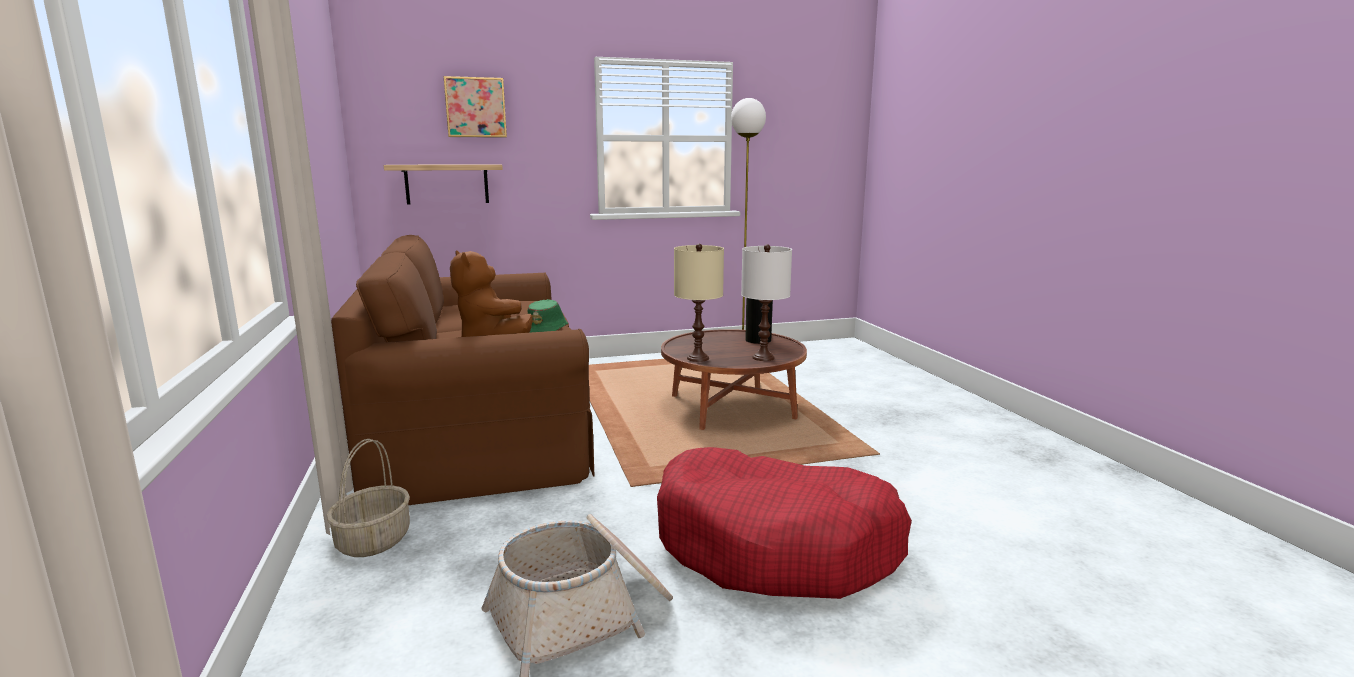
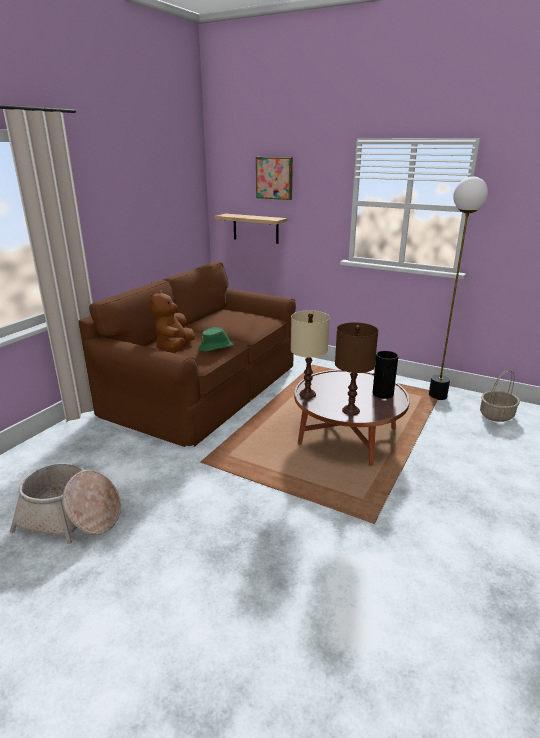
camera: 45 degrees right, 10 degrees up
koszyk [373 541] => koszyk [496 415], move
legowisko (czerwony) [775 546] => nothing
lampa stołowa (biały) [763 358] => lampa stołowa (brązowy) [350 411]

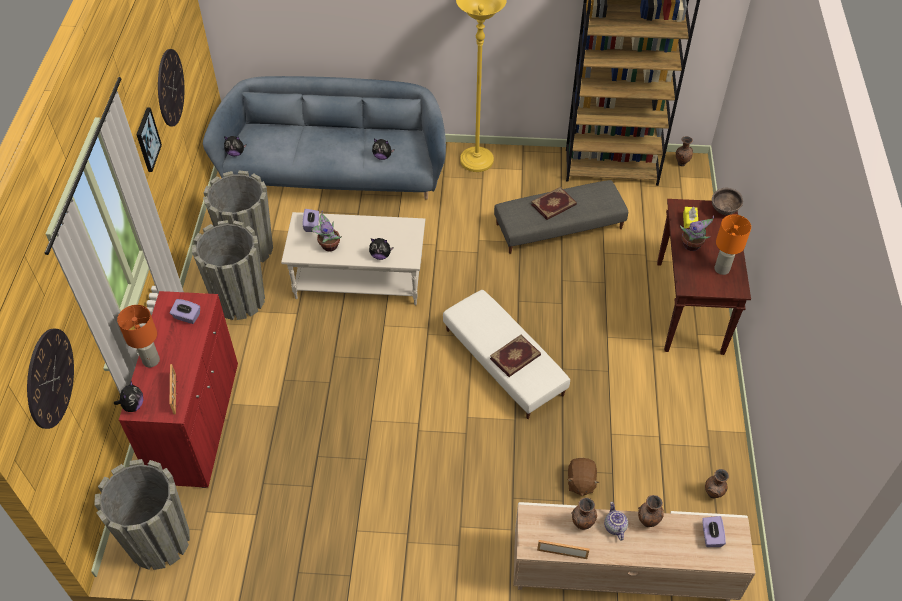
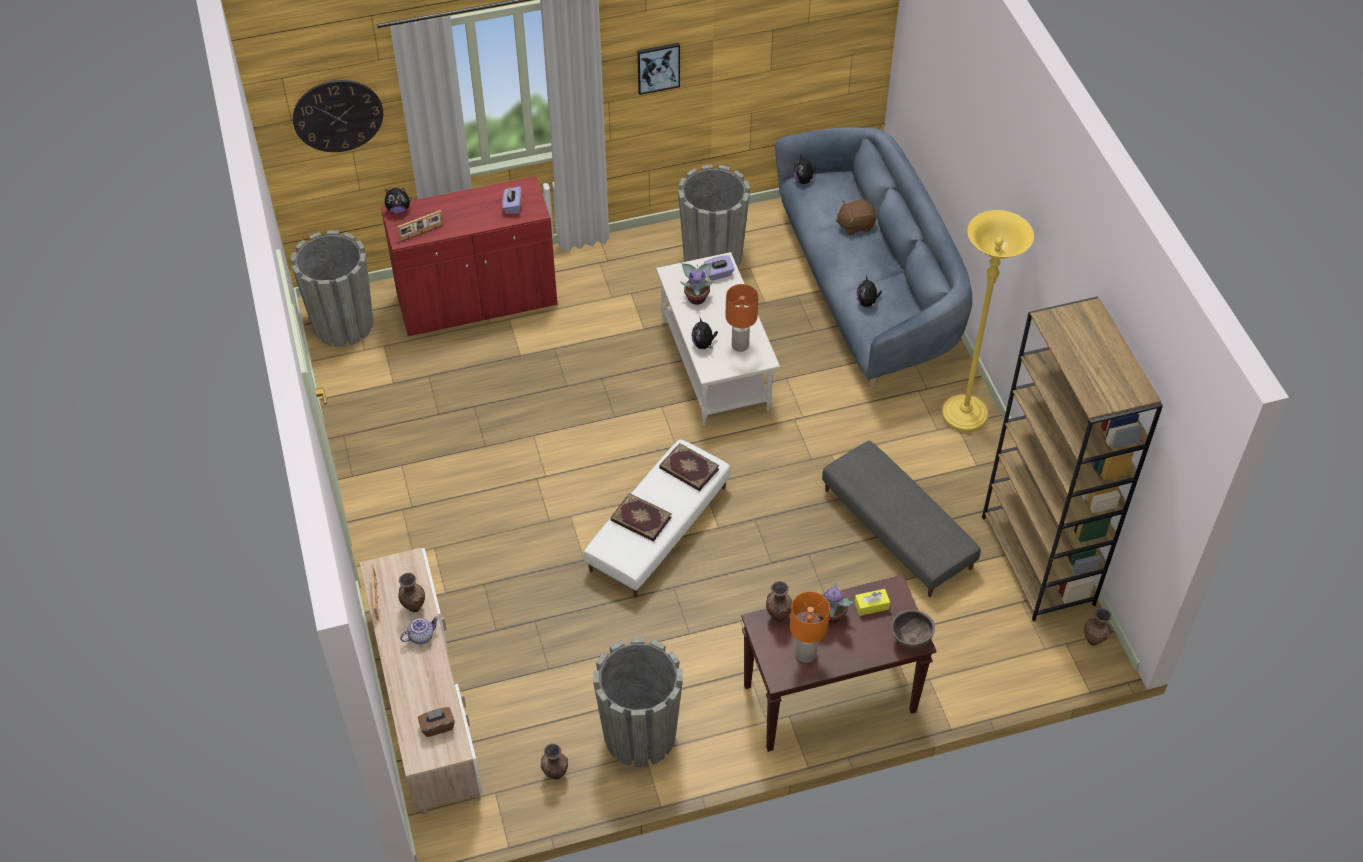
camera: 70 degrees right, 0 degrees up
lampa stołowa (pomarańczowy) [151 361] => lampa stołowa (pomarańczowy) [740 346], move
zegar ścienny [170 87] => nothing
donica (szary) [239 299] => donica (szary) [640 735], move
książka [554 205] => książka [688 469], move
pluszak (brązowy) [580 482] => pluszak (brązowy) [855 225], move
wazon (brązowy) [647 523] => wazon (brązowy) [777 616], move
pudełko chusteczek (fioletowy) [711 536] => pudełko chusteczek (brązowy) [437 726]

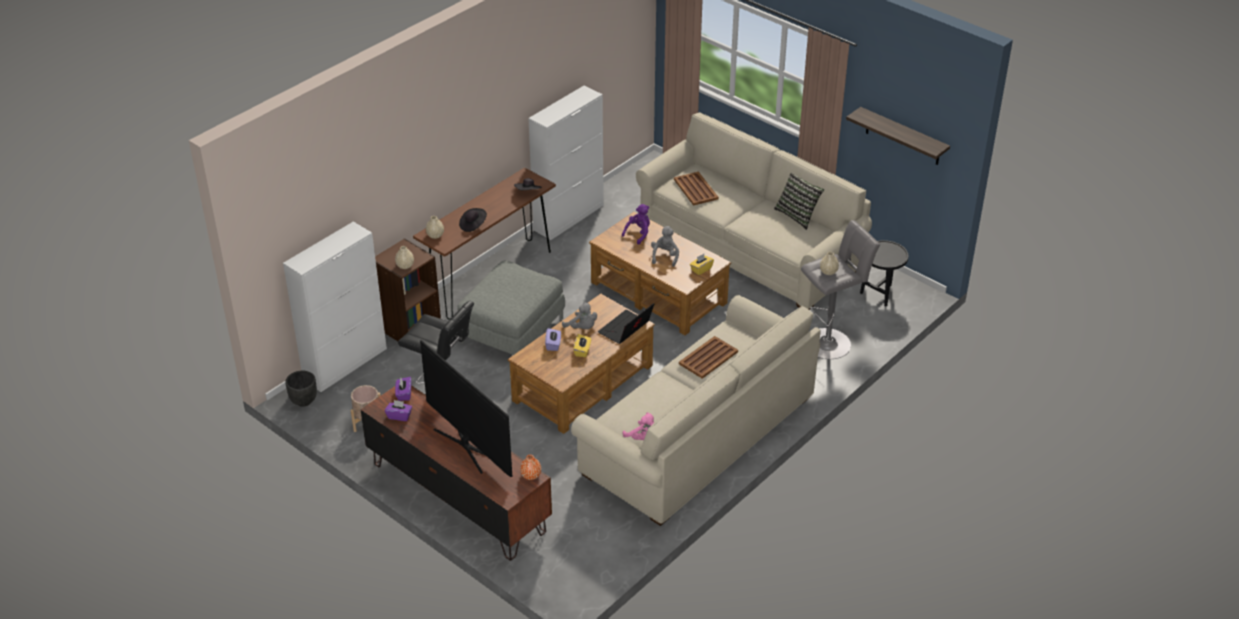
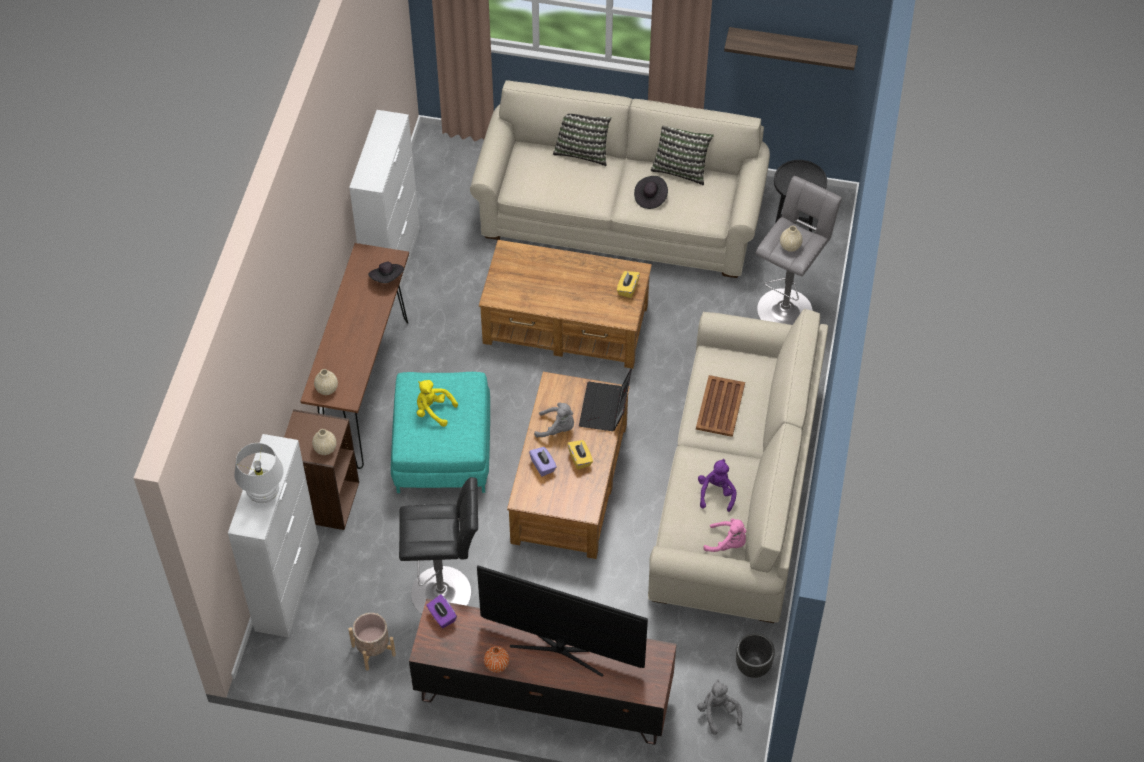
camera: 30 degrees left, 15 degrees up
donica (czarny) [304 401] => donica (czarny) [753 667], move
pudełko chusteczek (fioletowy) [399 416] => nothing
pufa (szary) [512 330] => pufa (turkusowy) [441 449]
kapelusz (czarny) [473 225] => kapelusz (czarny) [650 197], move
wazon (pomarańczowy) [531 475] => wazon (pomarańczowy) [497 665], move
pluszak (fioletowy) [638 233] => pluszak (fioletowy) [716 493], move
pluszak (szary) [665 256] => pluszak (szary) [718 713], move
taca (brązowy) [696 189] => nothing
nothing => lampa stołowa (biały) [264 494]
nothing => pluszak (żółty) [433 410]
nothing => poduszka [583 151]

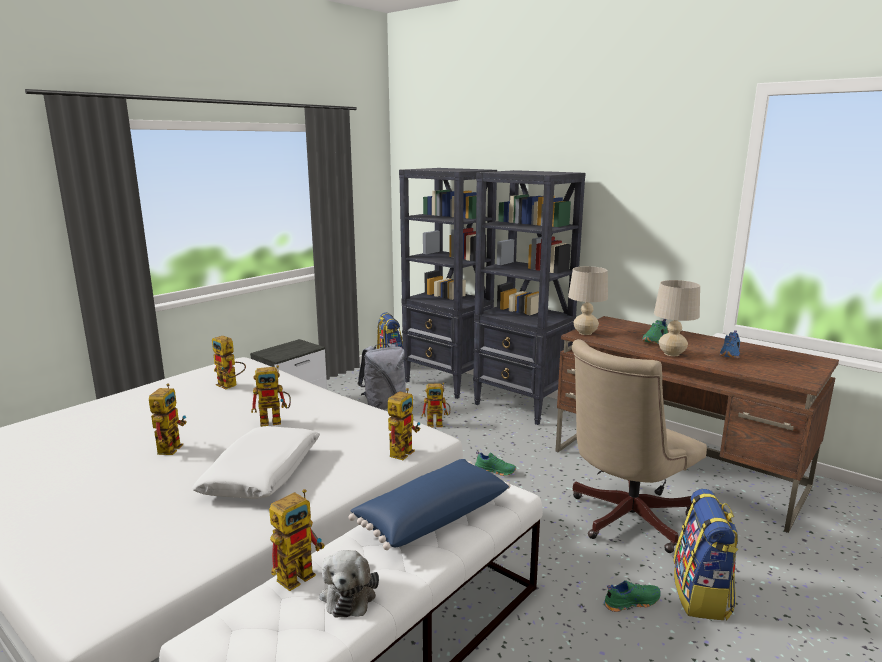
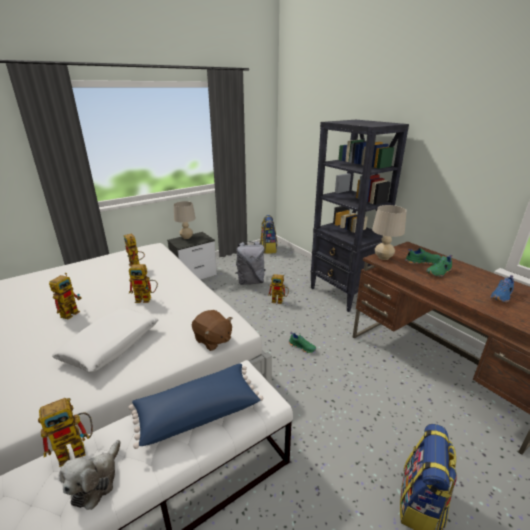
camera: 15 degrees right, 10 degrees up
robot zabawkowy [403 450] => pluszak (brązowy) [213 340]
regał (czarny) [448 382] => nothing
krzesło biurowe (beżowy) [624 519] => nothing
but (zielony) [630 602] => but (zielony) [421 261], move
lampa stołowa (beżowy) [672 354] => lampa stołowa (beżowy) [186 237], move

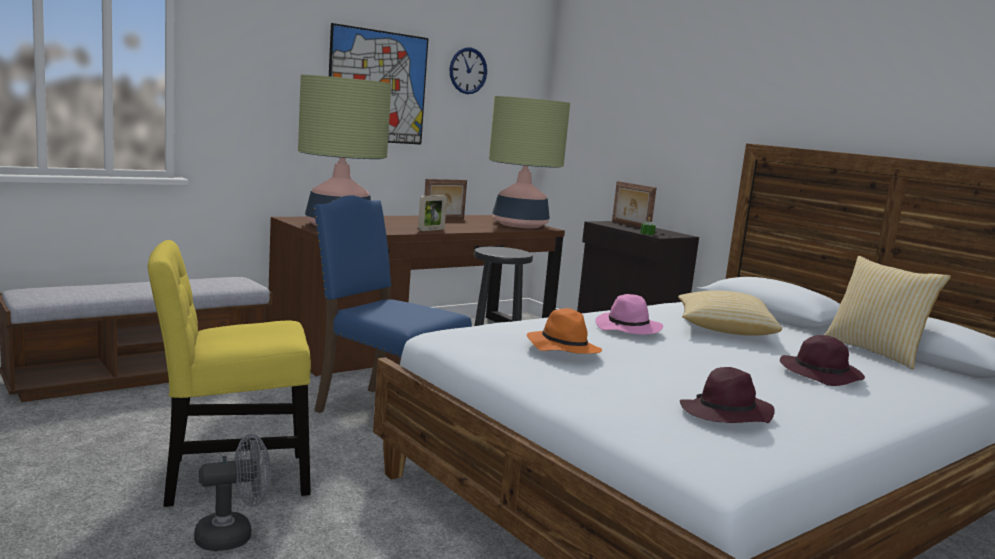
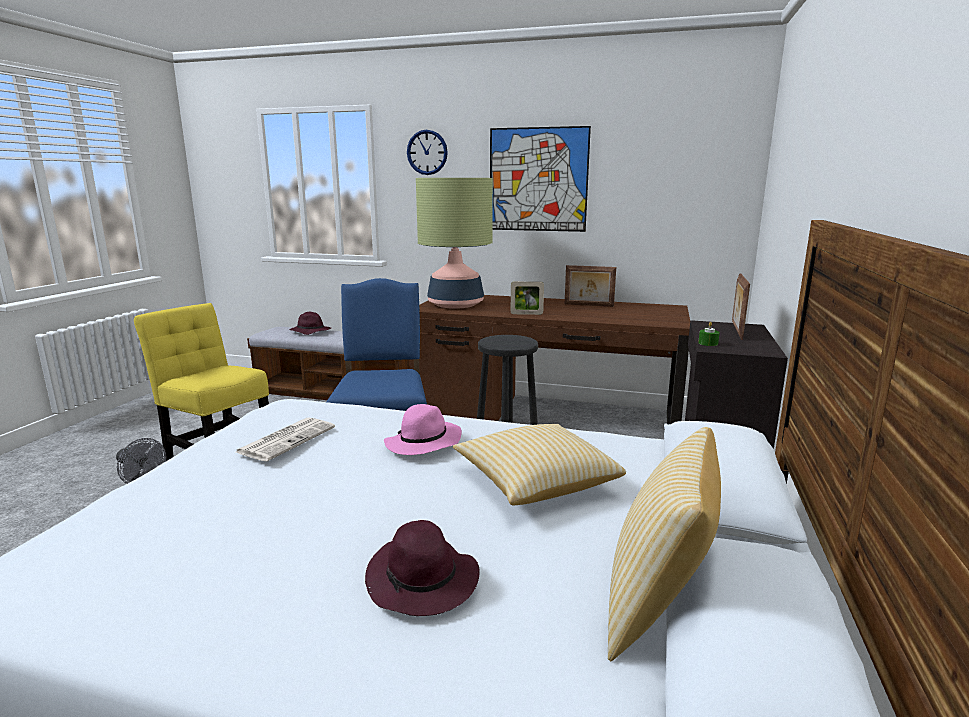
camera: 55 degrees right, 5 degrees up
zegar ścienny [468 70] => zegar ścienny [427 152], move
lampa stołowa [519 225] => nothing
kapelusz (pomarańczowy) [562 348] => gazeta [287 439]
kapelusz (fioletowy) [725 415] => kapelusz (fioletowy) [310 332], move

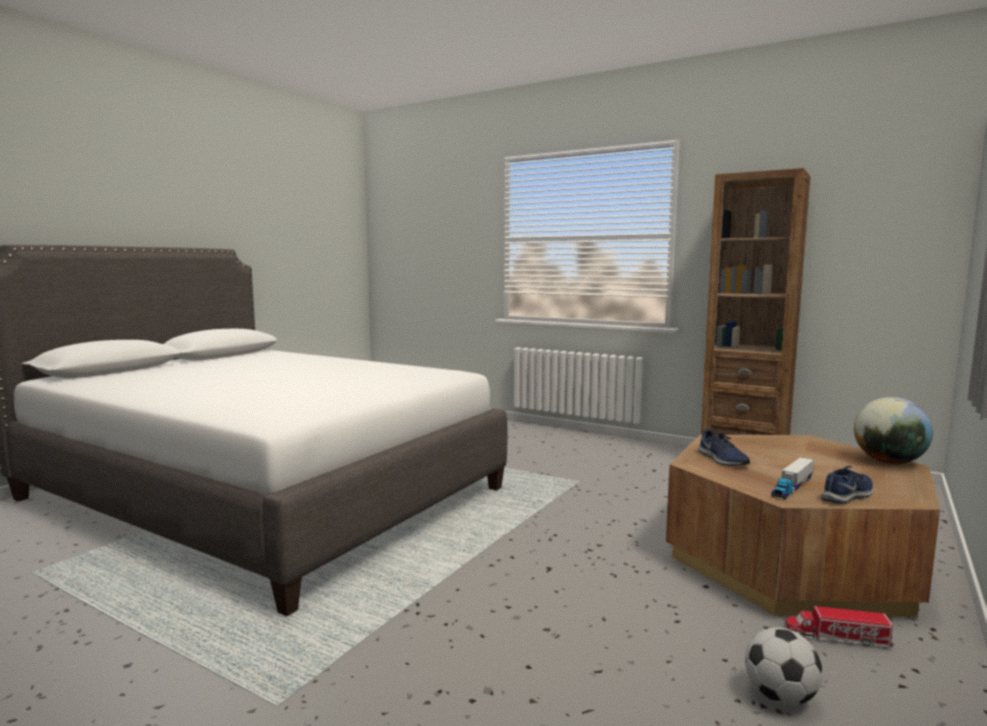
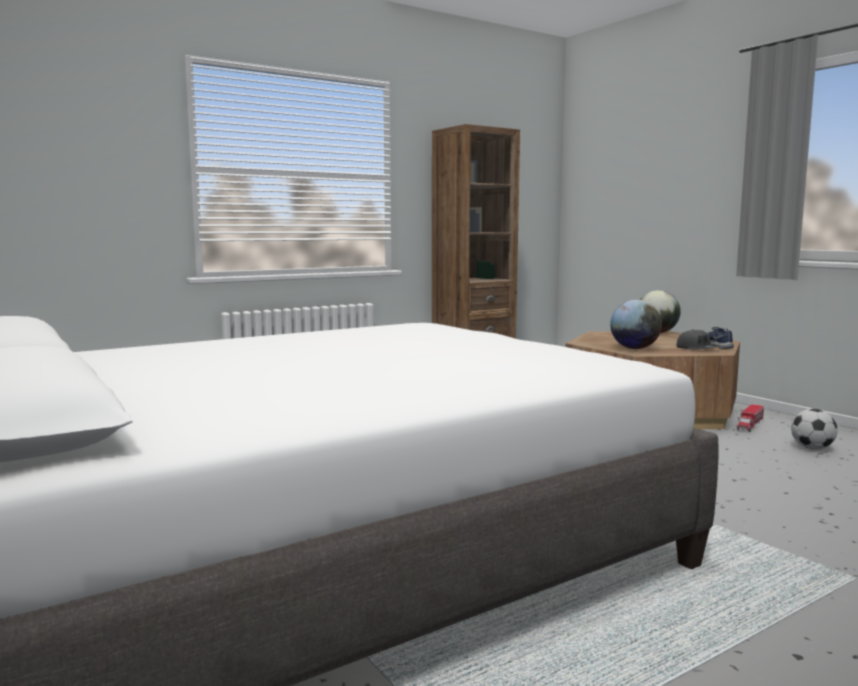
camera: 65 degrees left, 0 degrees up
but (niebieski) [722 459] => globus [634 348]
ciężarówka zabawkowa [792 487] => czapka z daszkiem (szary) [697 348]

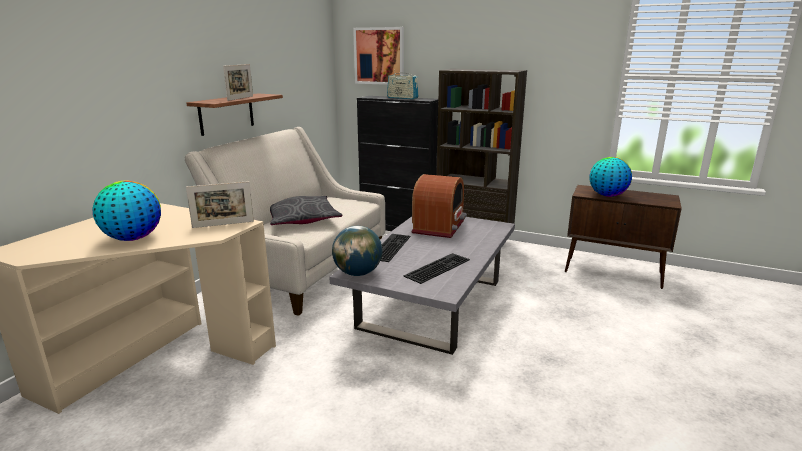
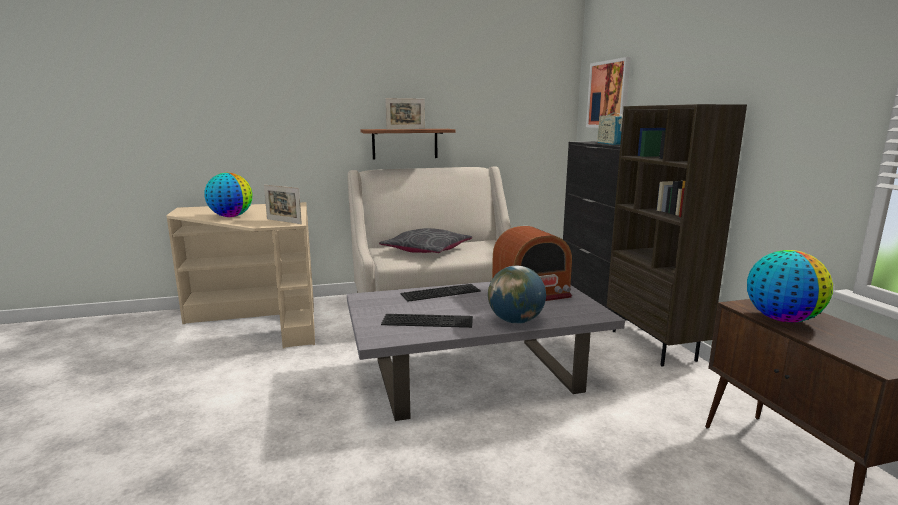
camera: 50 degrees right, 5 degrees down
globus [358 273] => globus [516 321], move

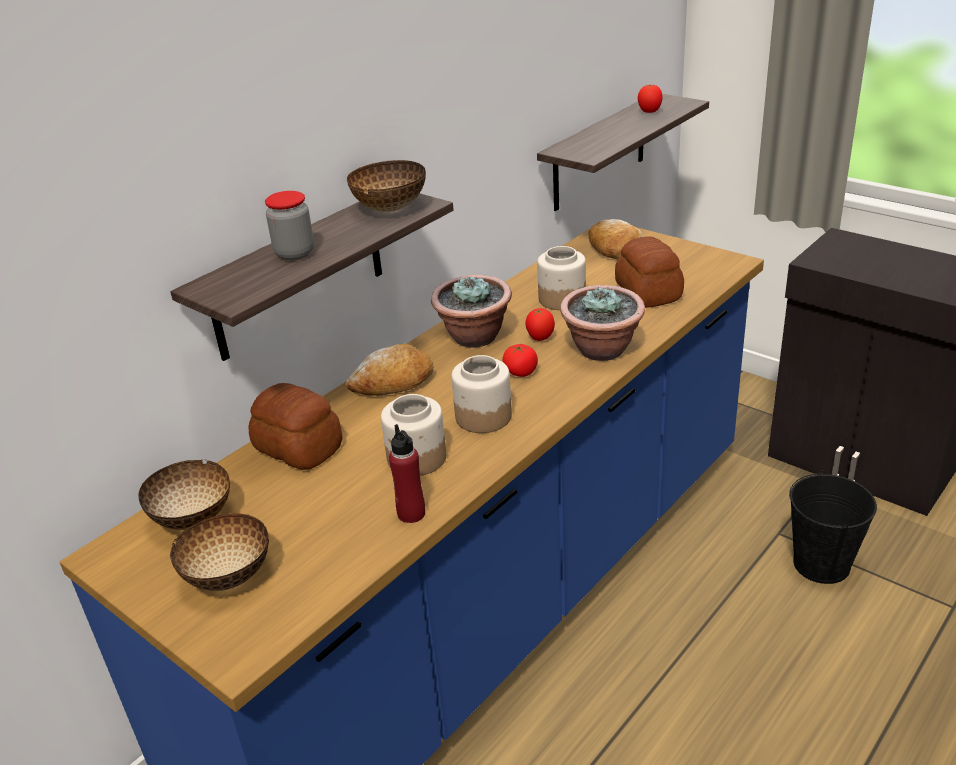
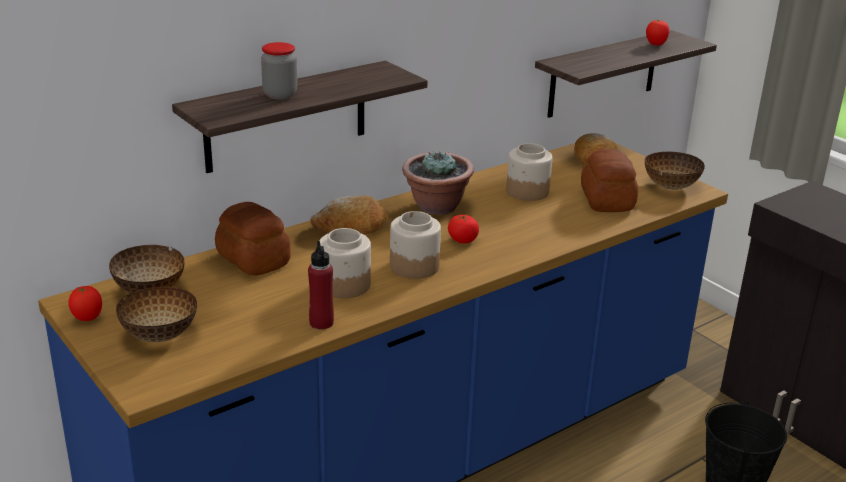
camera: 10 degrees right, 5 degrees down
miska [390 208] => miska [670 186], move
pomidor [540 338] => pomidor [87 319], move
roślina doniczkowa [602 350] => nothing

